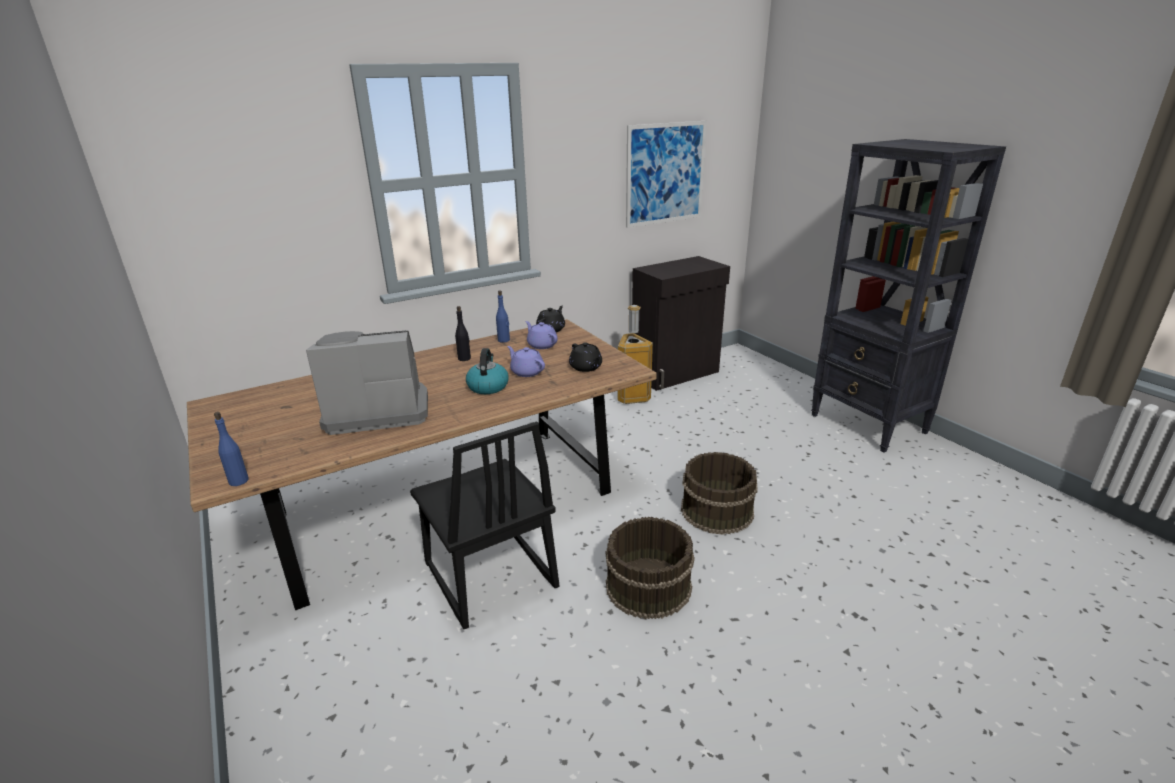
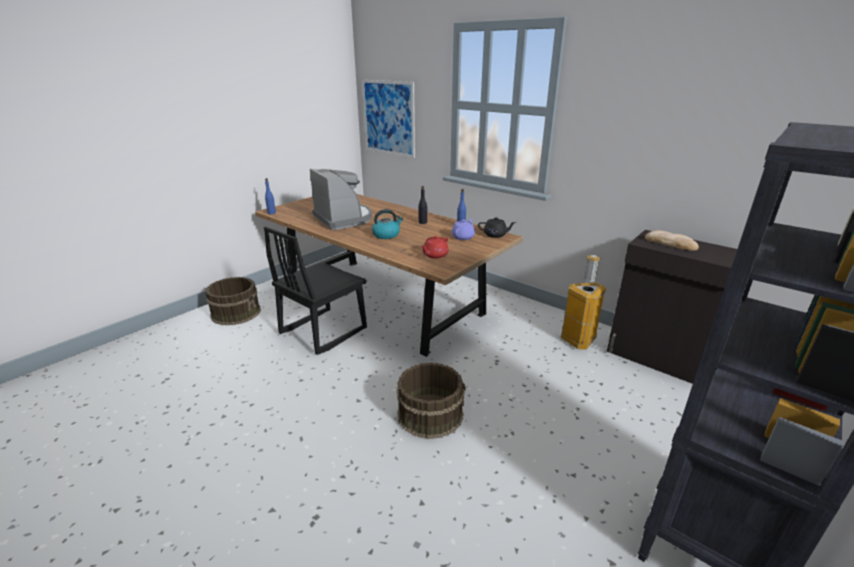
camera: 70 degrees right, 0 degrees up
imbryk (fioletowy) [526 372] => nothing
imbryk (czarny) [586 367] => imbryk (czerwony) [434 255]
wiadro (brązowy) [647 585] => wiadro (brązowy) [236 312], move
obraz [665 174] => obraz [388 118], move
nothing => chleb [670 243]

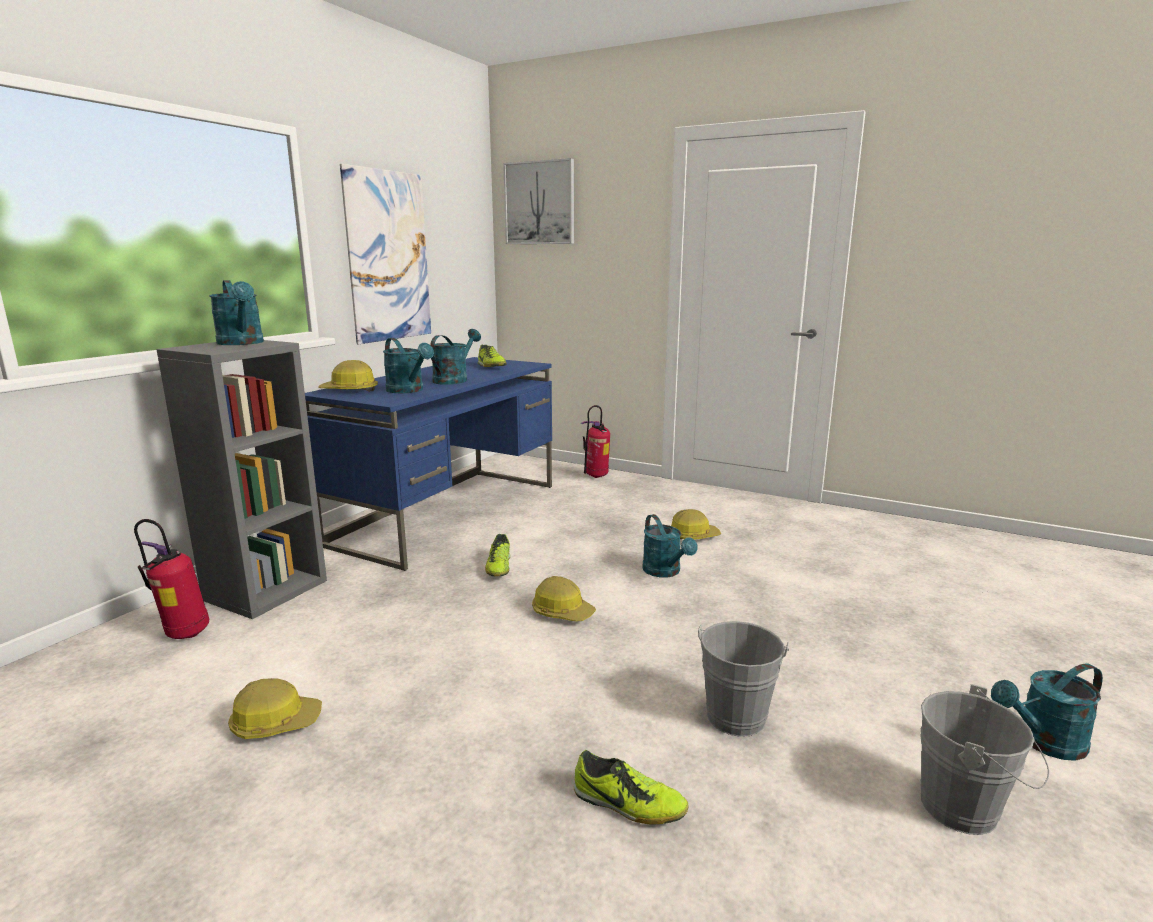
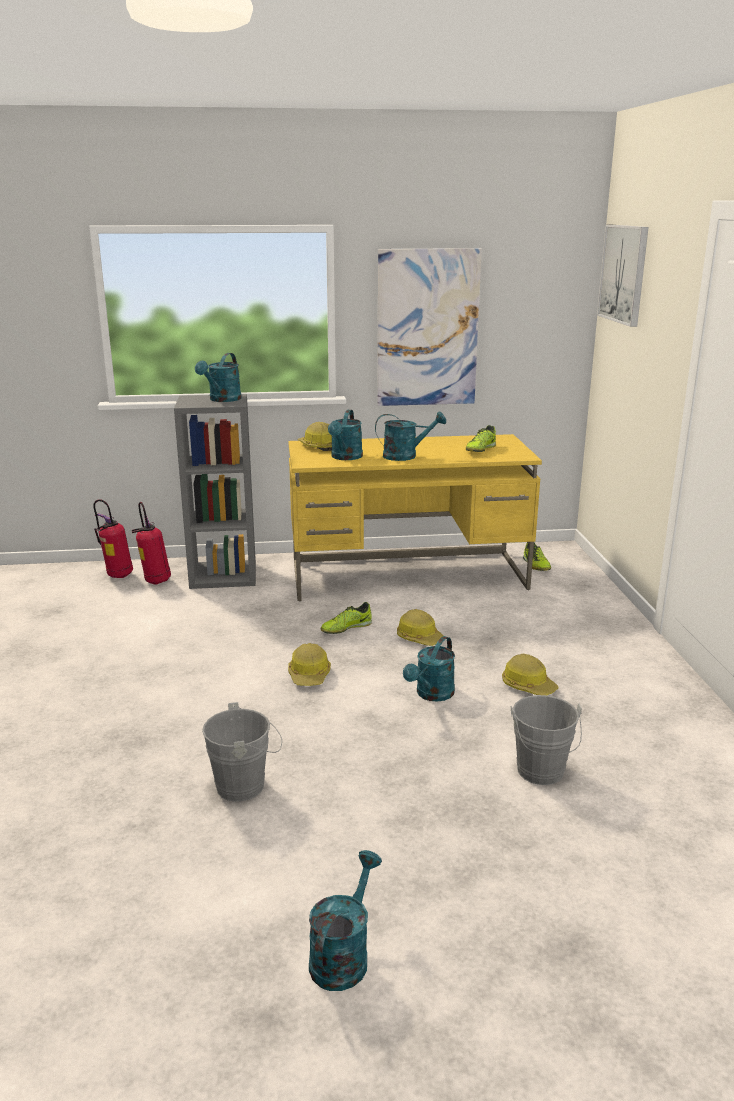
camera: 55 degrees right, 5 degrees up
kask [275 722] => kask [420 638], move
biurko (niebieski) [449 513] => biurko (żółty) [409 576]
but [628 804] => but [536 565], move
gaśnica [596 476] => gaśnica [117 576], move
wiadro (szary) [967 810] => wiadro (szary) [541 774], move
konewka (turkusowy) [1043 743] => konewka (turkusowy) [343 955], 75 degrees clockwise

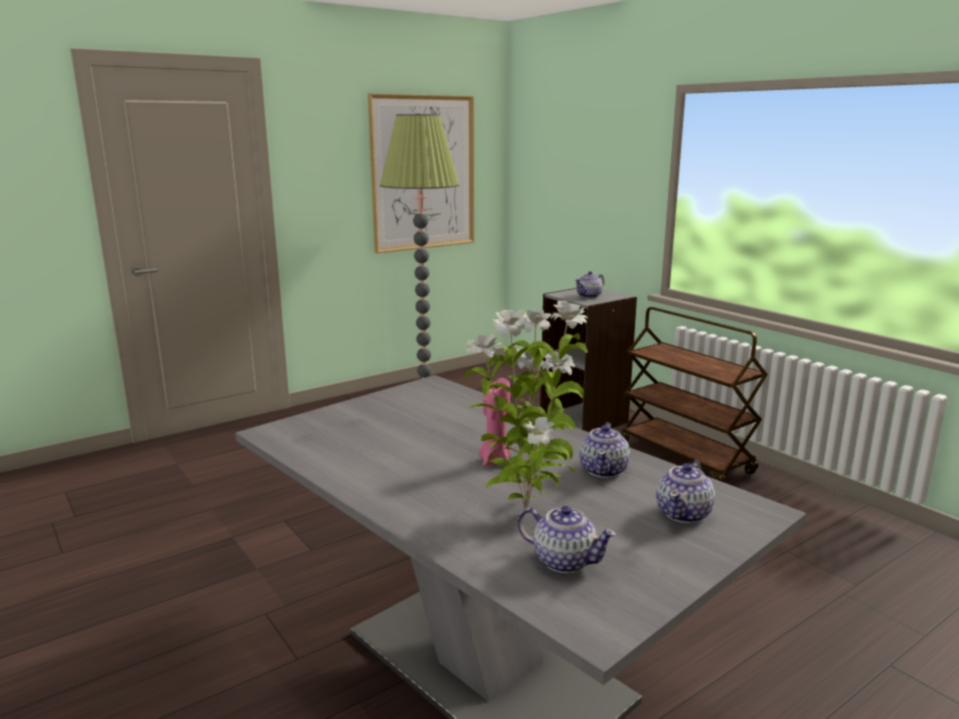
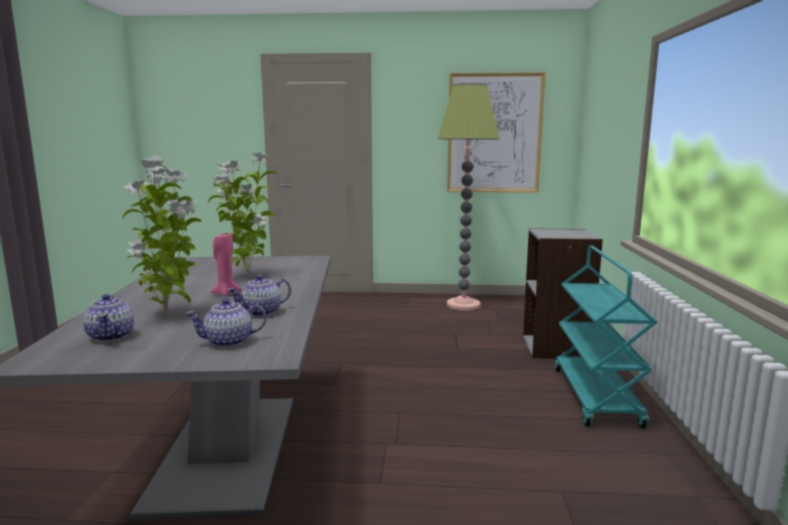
camera: 40 degrees right, 5 degrees down
imbryk [589 296] => nothing
wózek (brązowy) [685 458] => wózek (turkusowy) [596 397]
nothing => roślina doniczkowa [246 275]

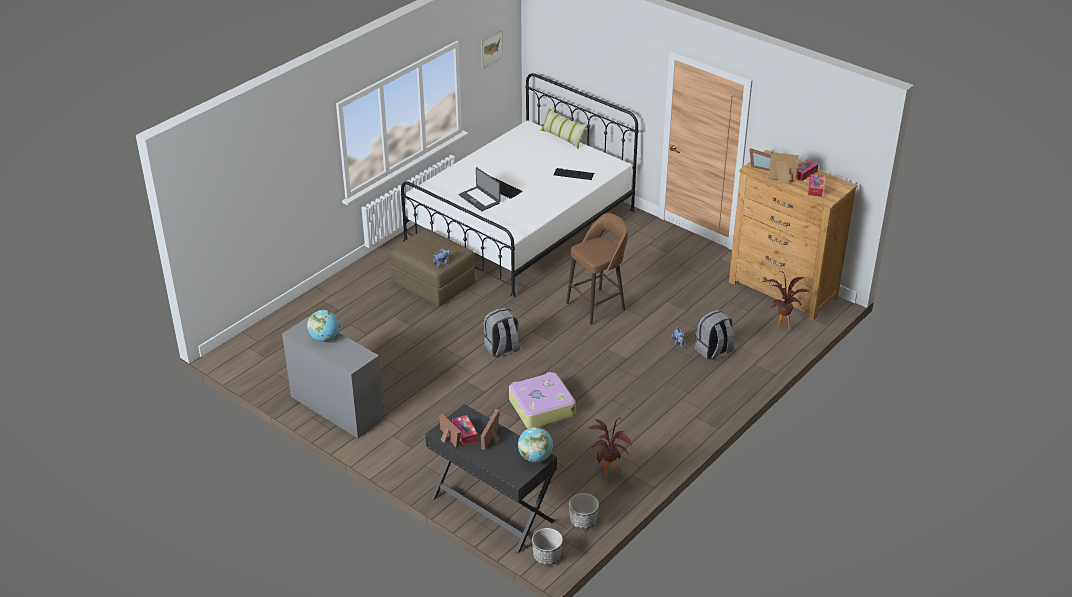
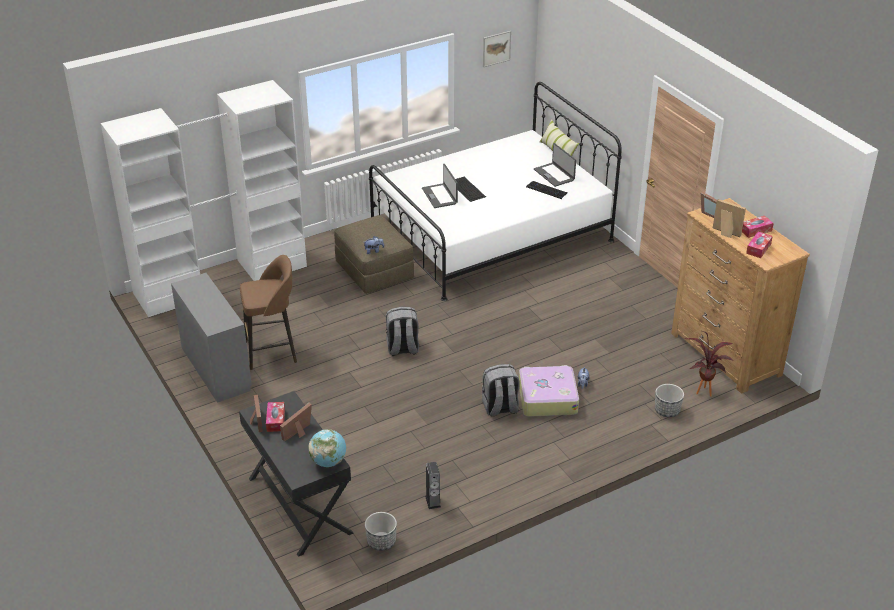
camera: 20 degrees right, 0 degrees up
globus [325 338] => nothing
walizka [541 407] => walizka [547 398], move
donica [547 557] => donica [667 410], move
stołek (brązowy) [597 306] => stołek (brązowy) [272 352], move
roślina doniczkowa [608 475] => głośnik [433 501]
plecak (szary) [713 351] => plecak (szary) [500 408], move
nothing => szafa (biały) [221 279]
nothing => laptop [554 175]

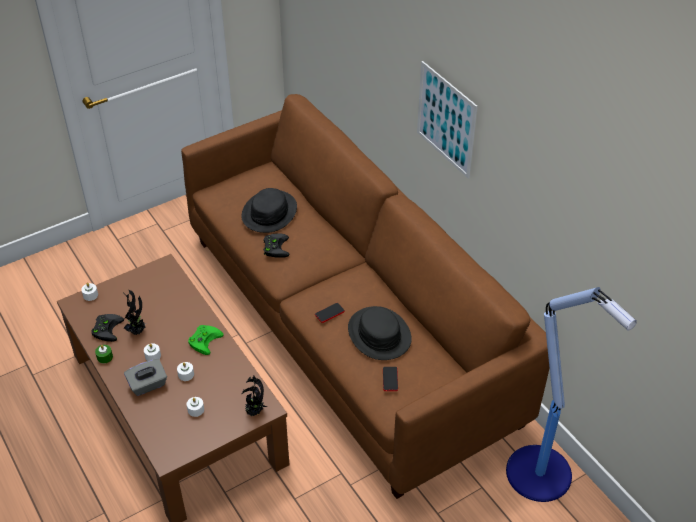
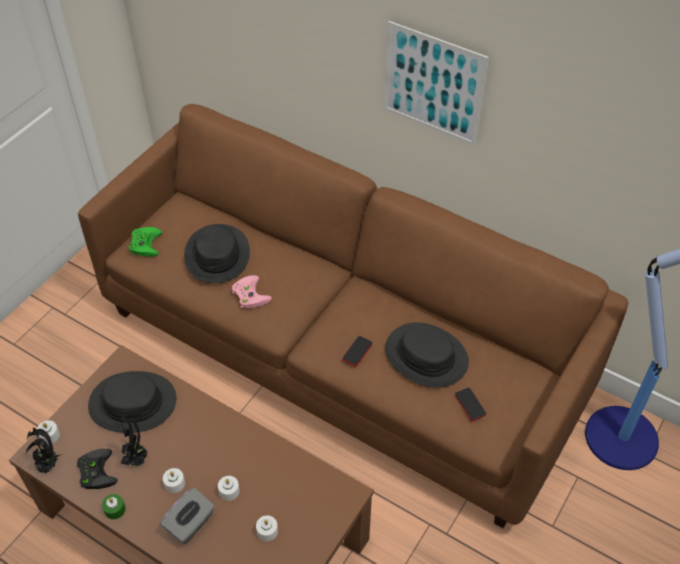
camera: 25 degrees left, 5 degrees up
pad do gier (zielony) [204 339] => pad do gier (zielony) [144 243], move
roślina doniczkowa [254 412] => roślina doniczkowa [48 466], move
pad do gier (czarny) [275 247] => pad do gier (różowy) [249 294]
nothing => kapelusz (czarny) [132 403]

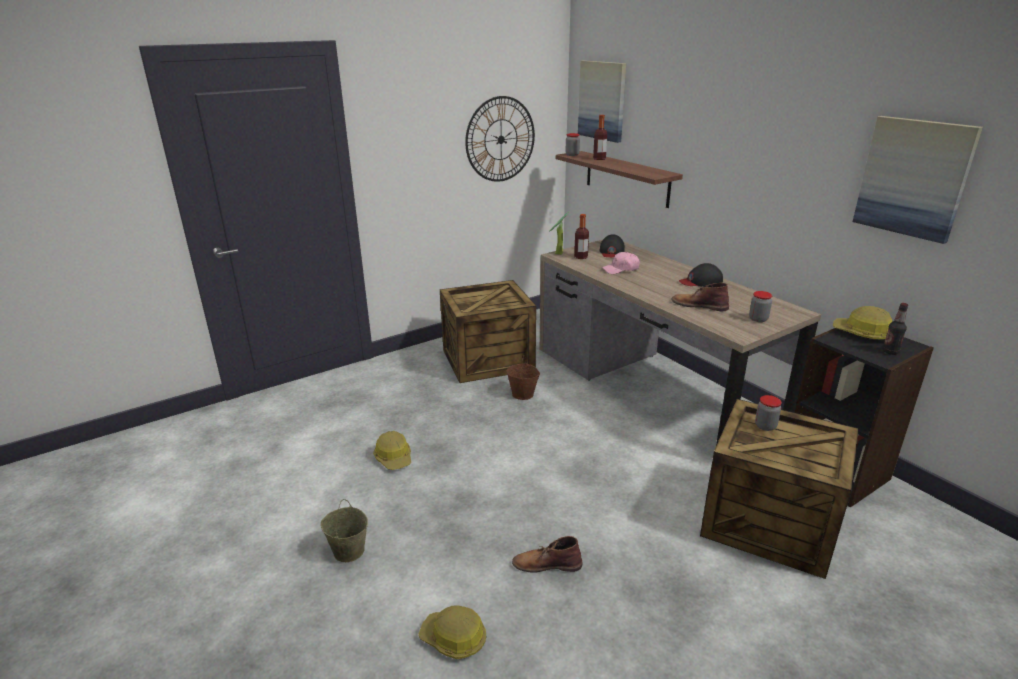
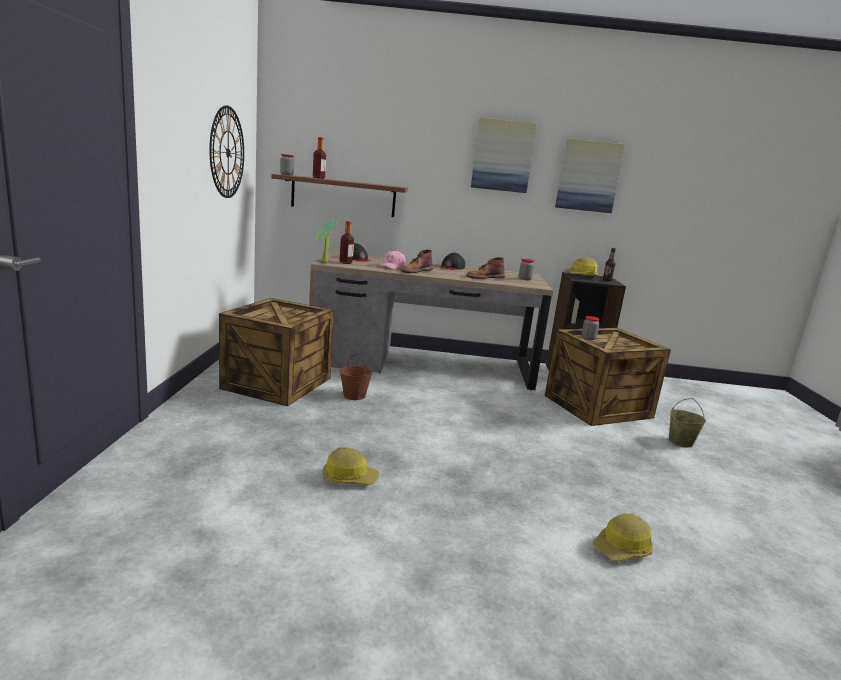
camera: 55 degrees left, 10 degrees down
wiadro (beżowy) [348 551] => wiadro (beżowy) [680 442], move
but z cholewką (brązowy) [546 564] => but z cholewką (brązowy) [416 271], move
obraz [602 100] => obraz [502 156], move

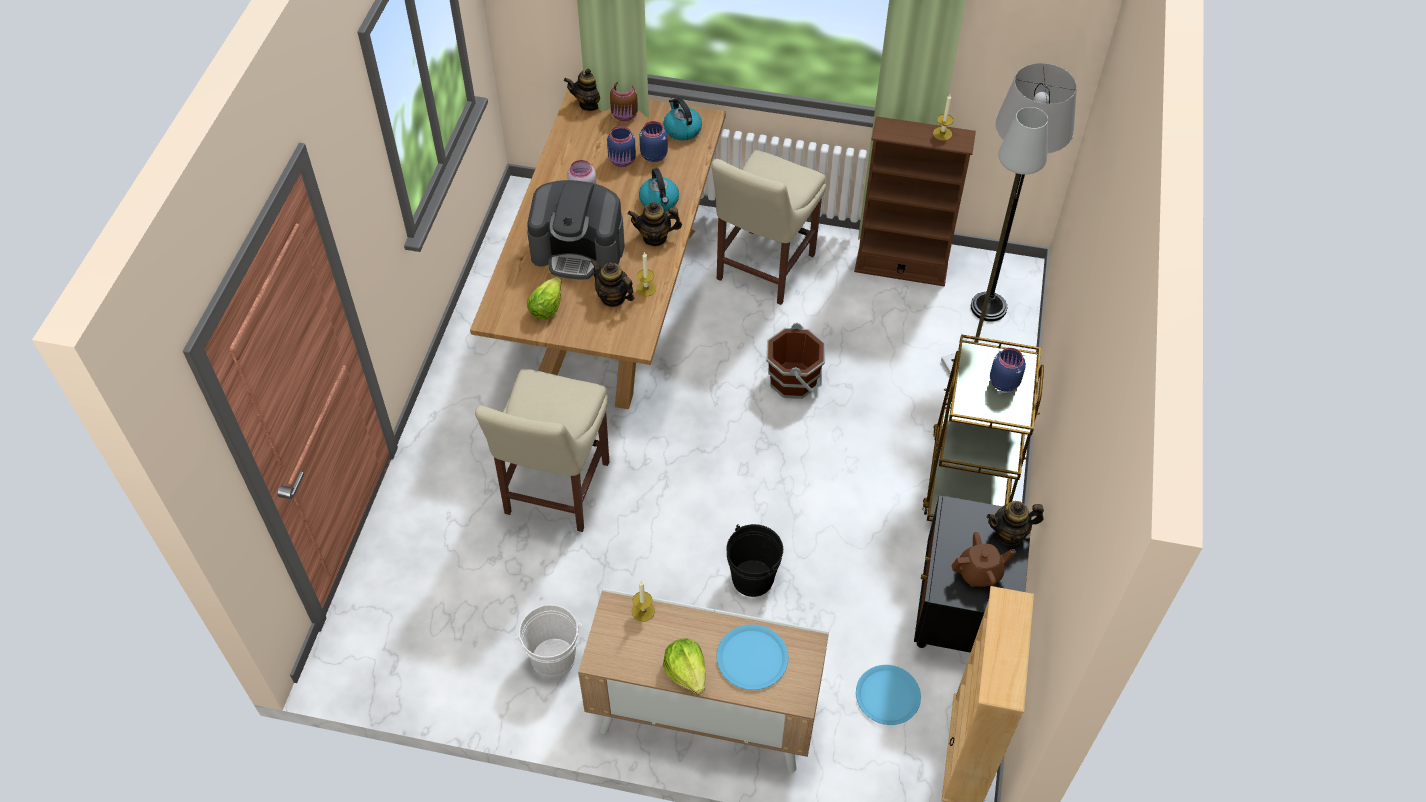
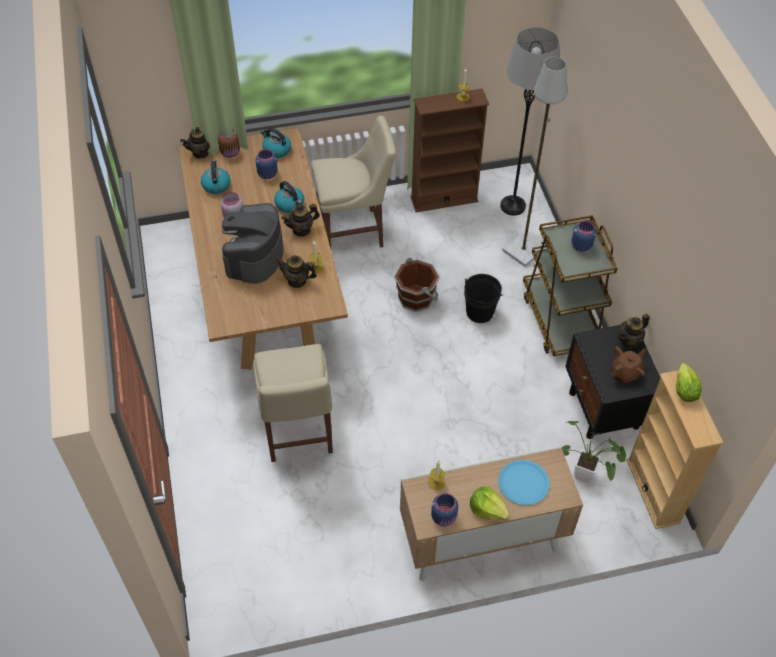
camera: 25 degrees left, 0 degrees up
wiadro (biały) [553 658] => nothing
ekspres do kawy [579 250] => ekspres do kawy [254 257], 120 degrees clockwise
sałata [546 308] => sałata [684 390], move
słoik (niebieski) [622 161] => słoik (niebieski) [444 517], move
krzesło (beżowy) [762 270] => krzesło (beżowy) [354 231], 105 degrees counterclockwise
wiadro (czarny) [753 578] => wiadro (czarny) [480 312], move
talerz (niebieski) [887 695] => roślina doniczkowa [587 477]
nothing => czajnik [216 185]

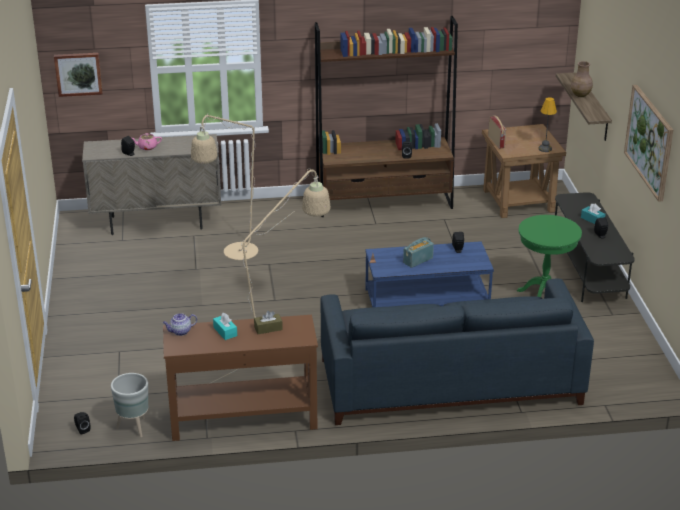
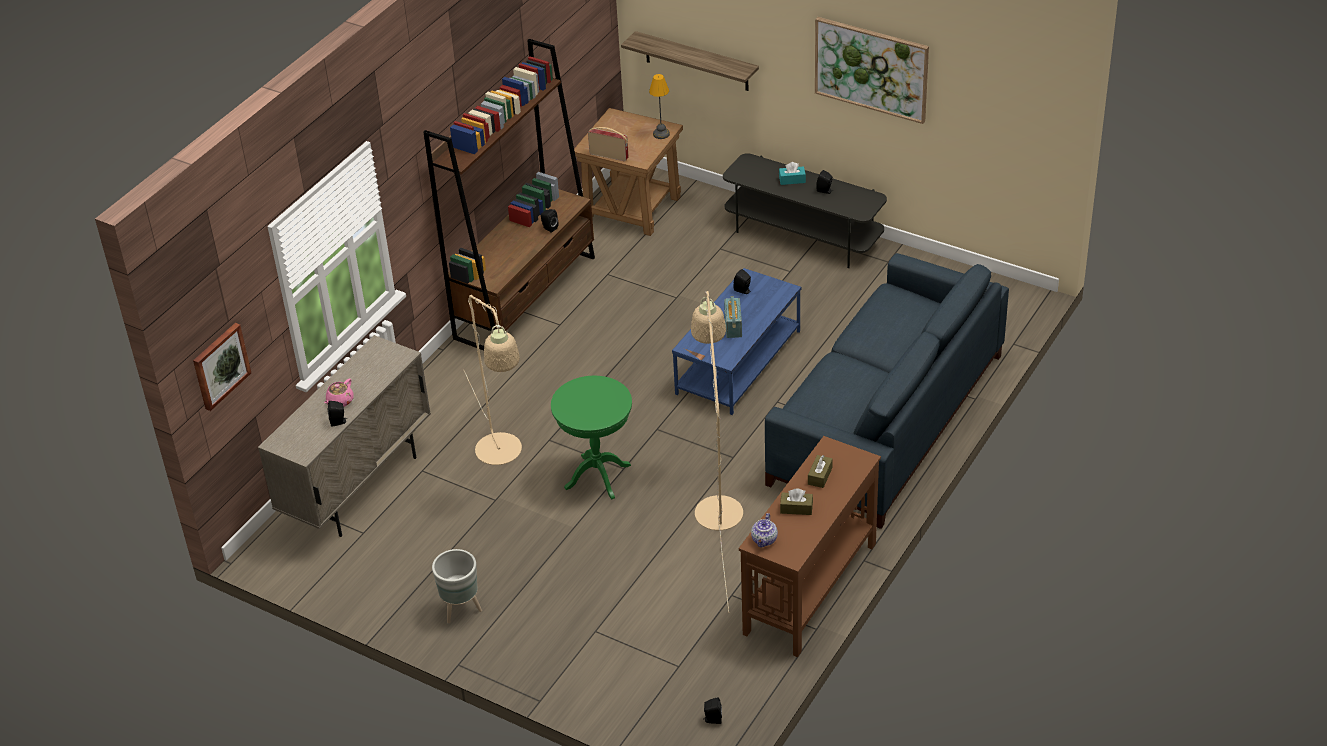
camera: 50 degrees left, 10 degrees up
donica (szary) [133 427] => donica (szary) [460 610], move
pudełko chusteczek (turkusowy) [225 332] => pudełko chusteczek (brązowy) [796 508]
stolik (zielony) [543 296] => stolik (zielony) [597 476], move
wazon (brązowy) [580 95] => nothing

